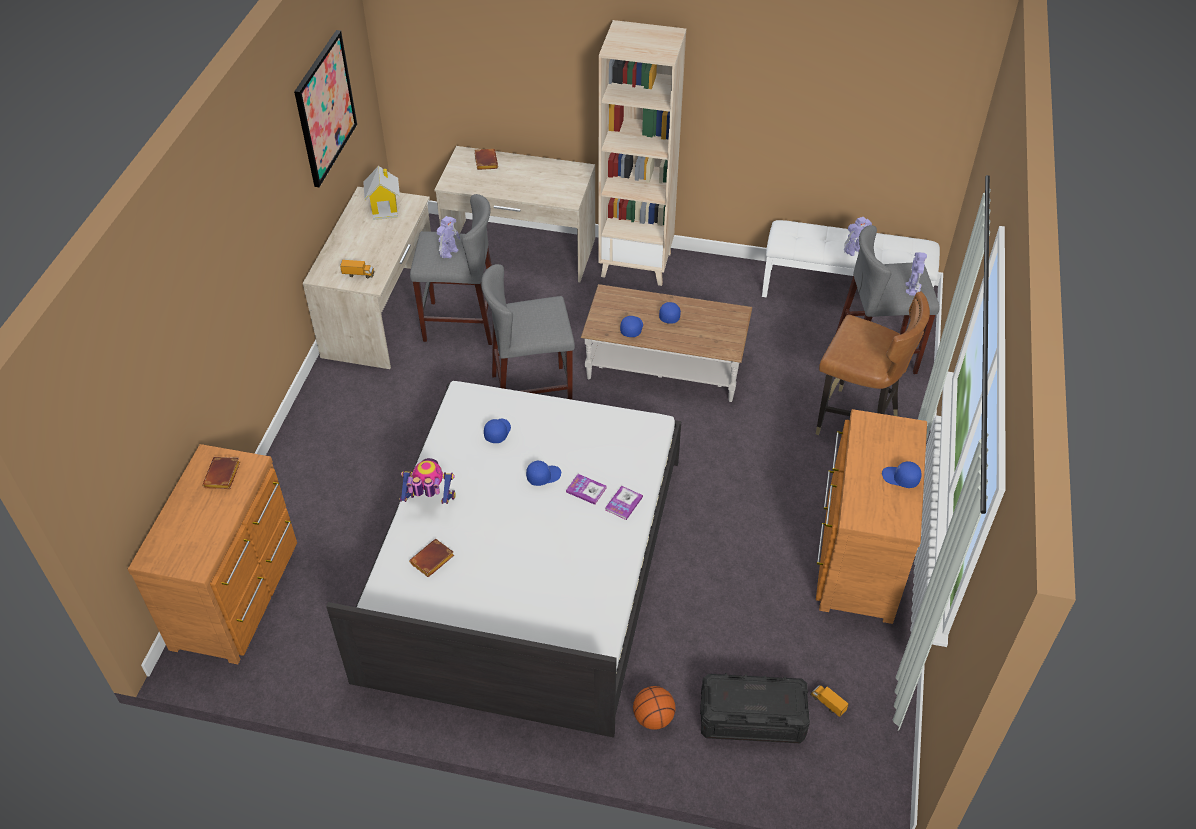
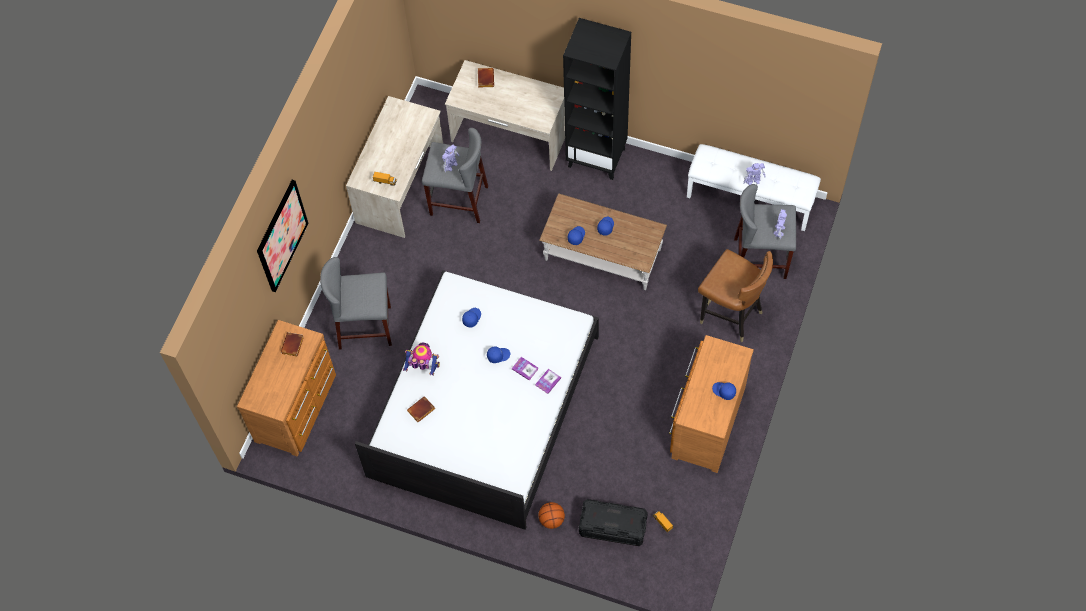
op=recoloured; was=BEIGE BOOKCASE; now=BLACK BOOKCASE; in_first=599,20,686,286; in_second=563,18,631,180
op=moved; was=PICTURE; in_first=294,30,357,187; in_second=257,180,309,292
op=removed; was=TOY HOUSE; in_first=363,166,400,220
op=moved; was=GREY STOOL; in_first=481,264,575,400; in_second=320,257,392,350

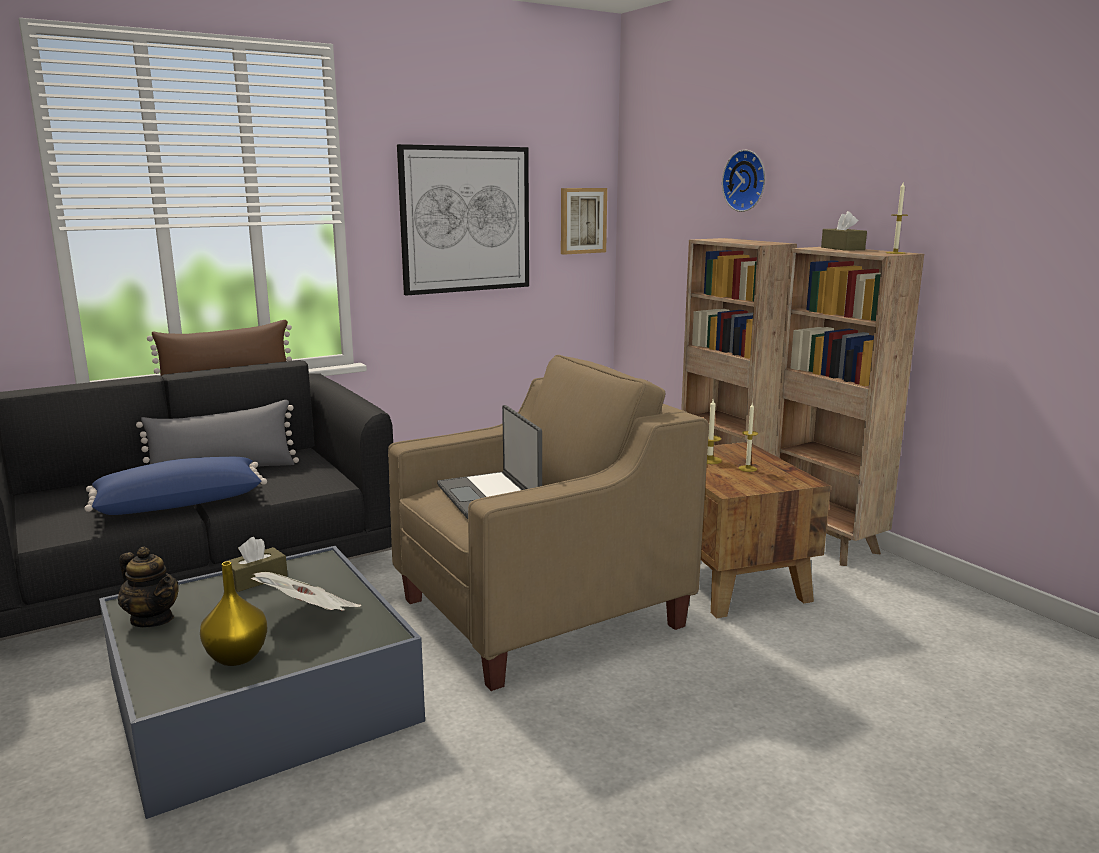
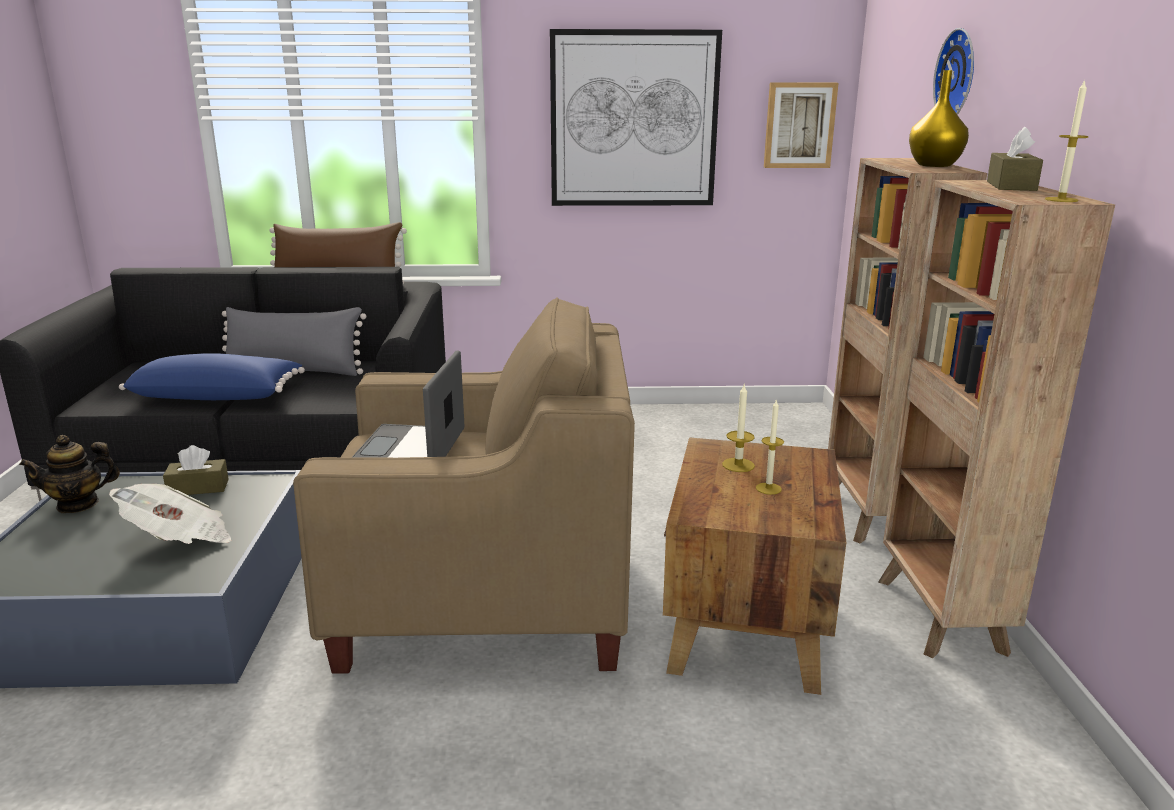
op=turned; was=TEAPOT; in_first=118,547,179,627; in_second=19,435,120,513; clockwise=90
op=moved; was=YELLOW VASE; in_first=200,562,267,666; in_second=909,70,969,167

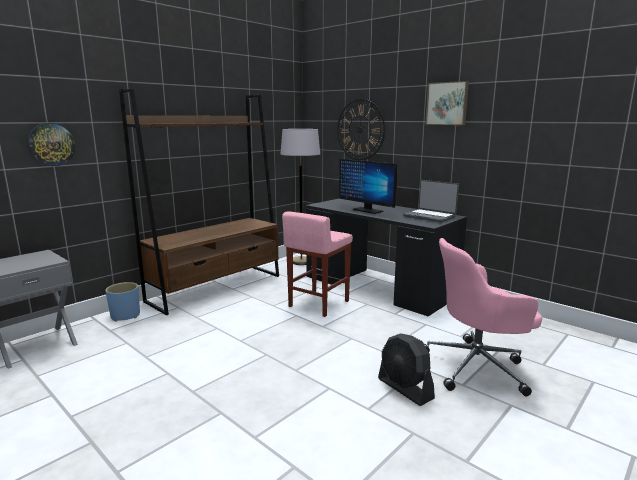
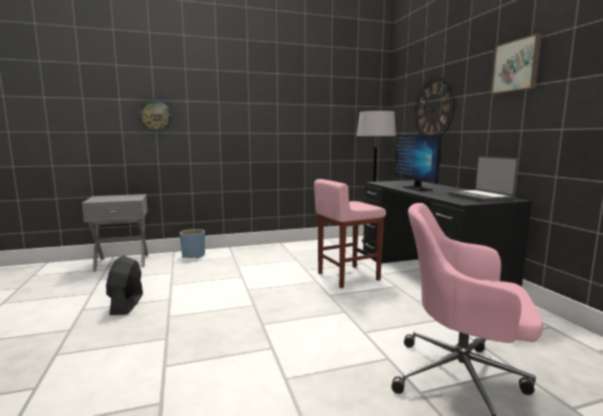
op=removed; was=BROWN BOOKCASE; in_first=119,89,279,315
op=moved; was=BLACK FAN; in_first=378,333,435,406; in_second=106,256,143,315

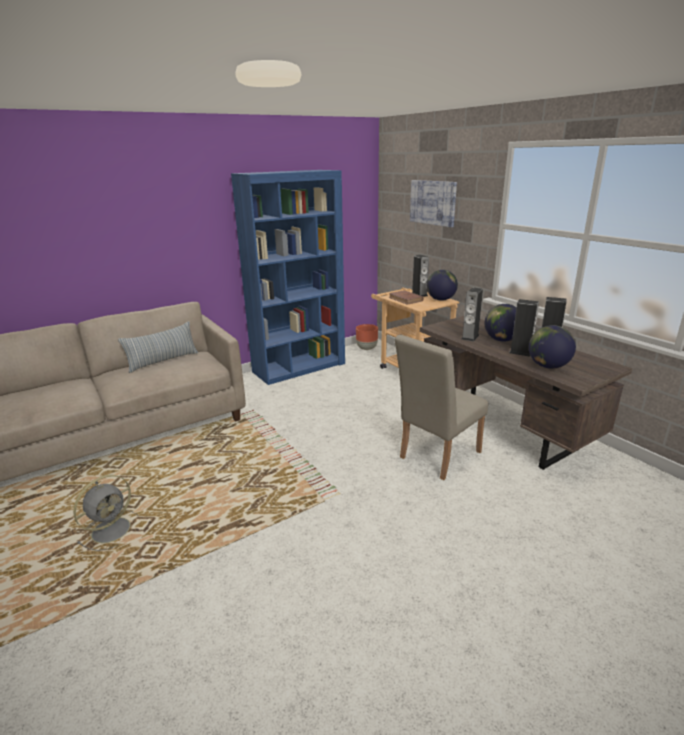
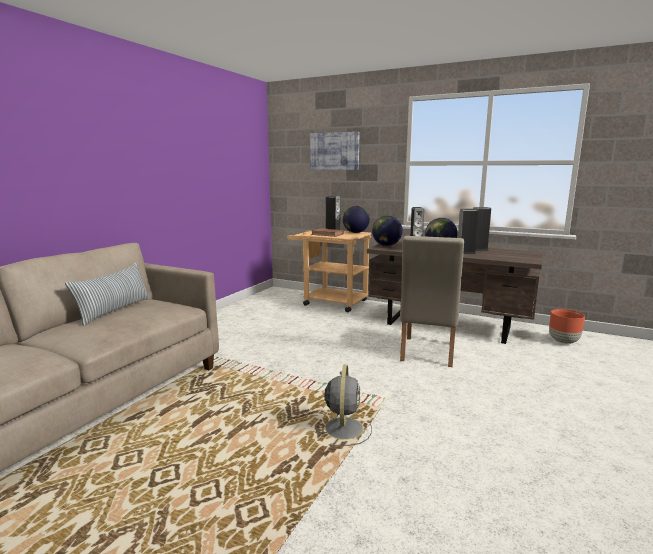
op=removed; was=BLUE BOOKCASE; in_first=231,170,345,385
op=moved; was=BROWN PLANTER; in_first=356,324,378,350; in_second=549,309,585,344
op=moved; was=GLOBE; in_first=529,325,576,369; in_second=372,216,403,246
op=moved; was=GREY FAN; in_first=73,475,138,551; in_second=316,365,372,446

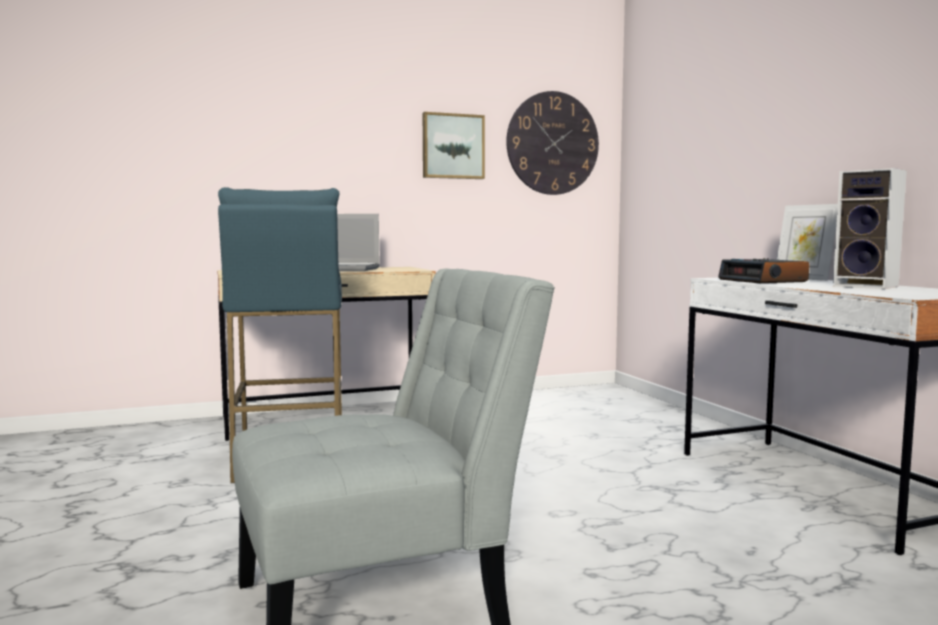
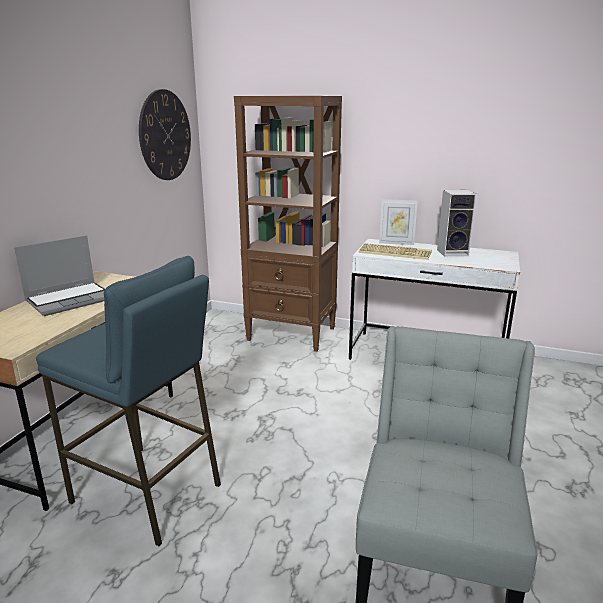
op=removed; was=PICTURE; in_first=423,112,485,179
op=replaced; was=ALARM CLOCK; now=KEYBOARD; in_first=718,258,810,283; in_second=358,243,432,260
op=added; now=BROWN BOOKCASE; in_second=234,96,342,352

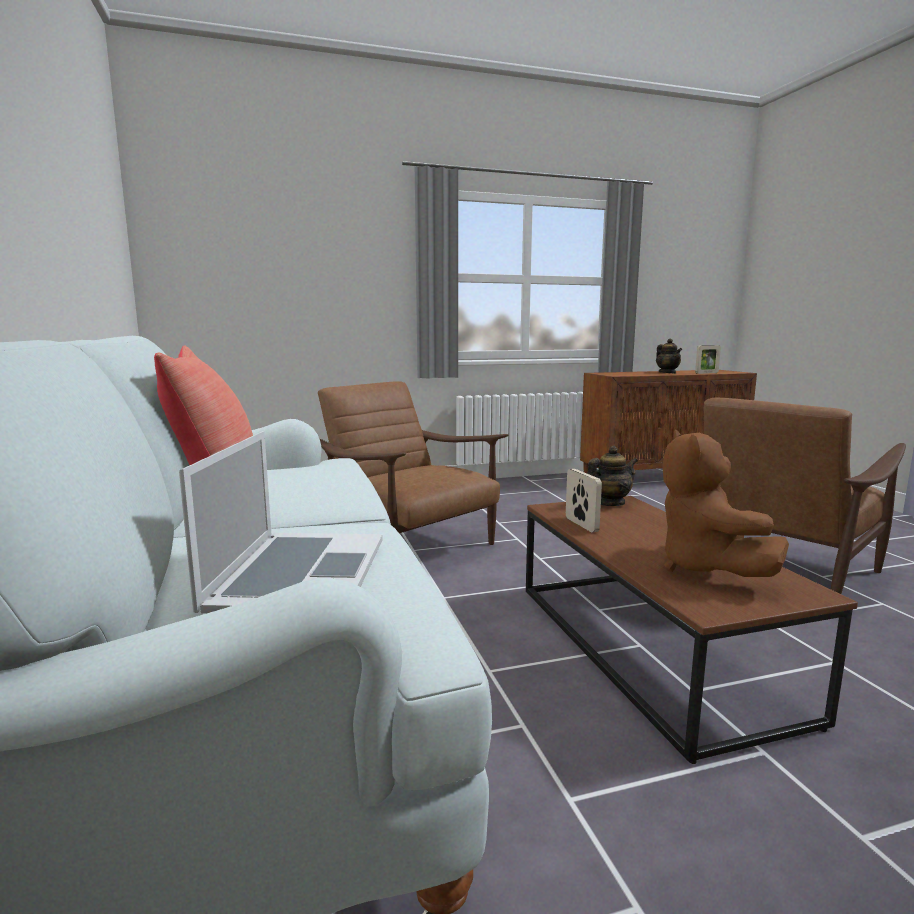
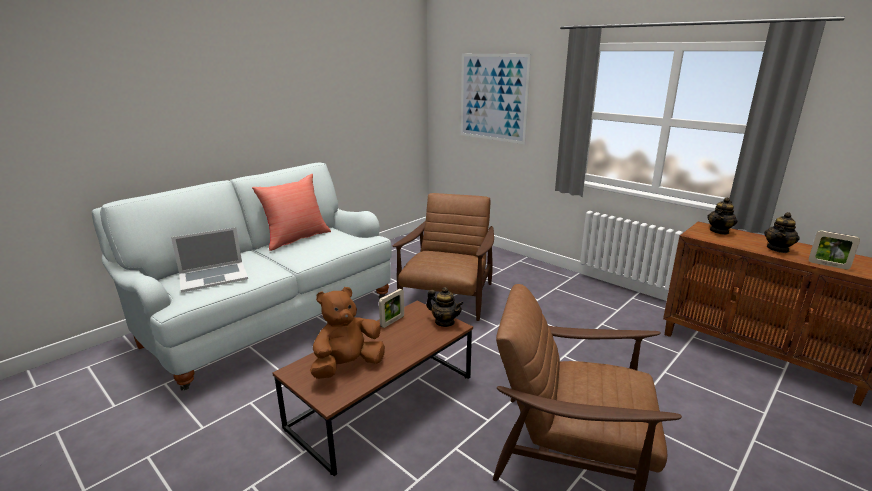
op=added; now=PICTURE; in_second=461,54,531,144
op=added; now=TEAPOT; in_second=707,197,737,235

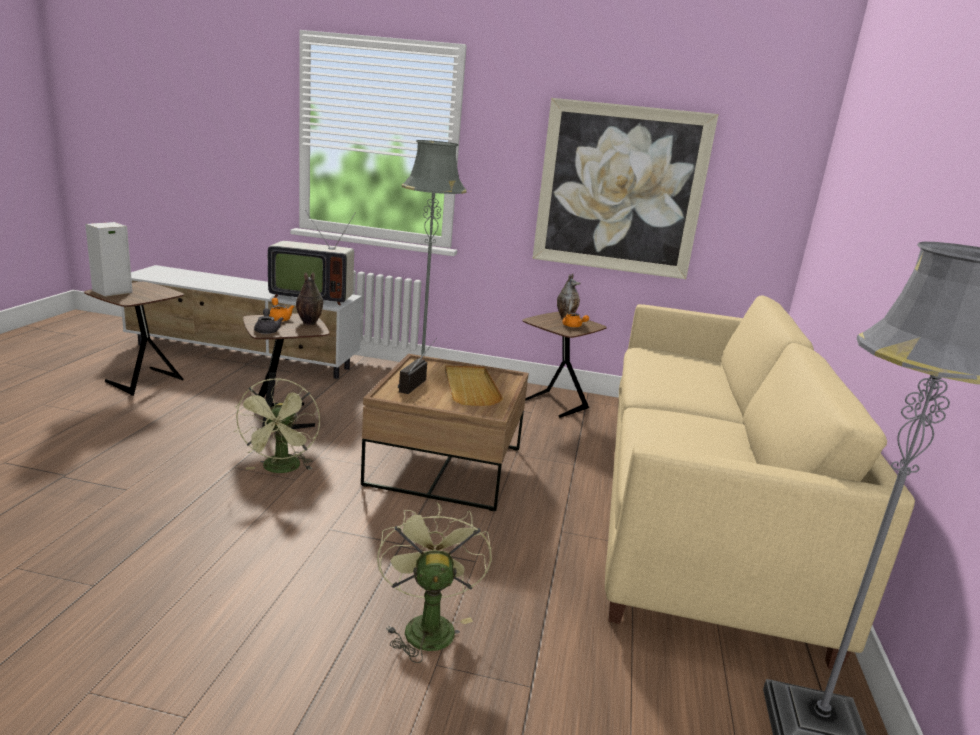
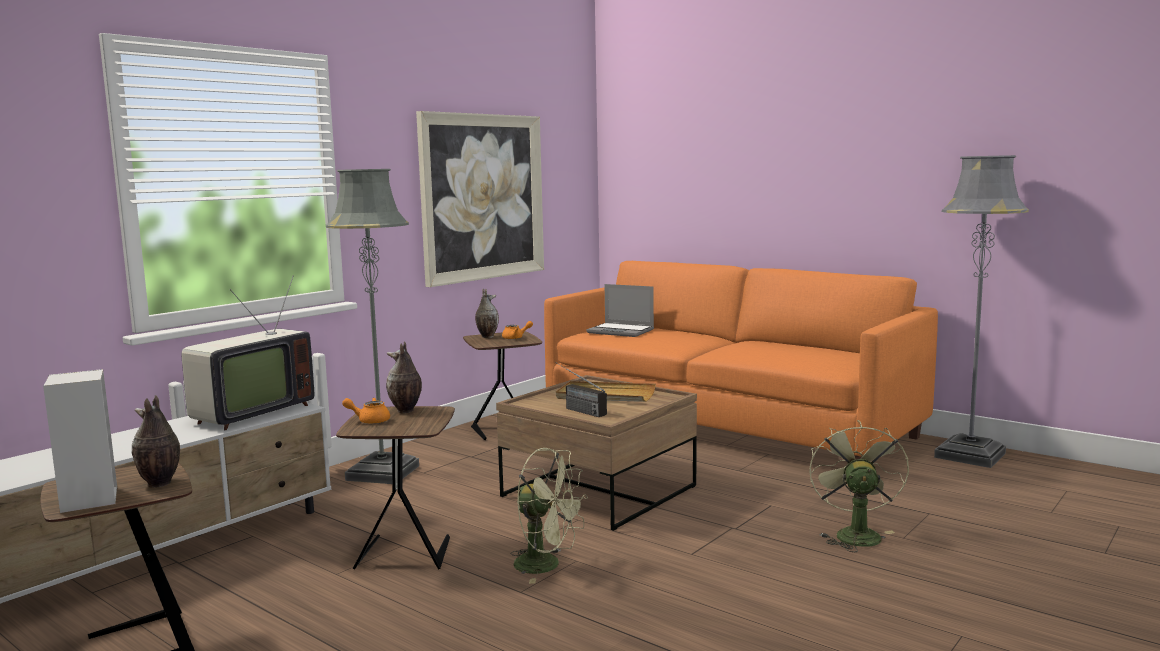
op=recoloured; was=BEIGE SOFA; now=ORANGE SOFA; in_first=605,295,915,671; in_second=544,261,938,460
op=removed; was=GREY TEAPOT; in_first=254,308,284,334
op=turned; was=GREEN FAN; in_first=377,502,492,663; in_second=809,420,909,552; clockwise=75
op=added; now=LAPTOP; in_second=587,284,654,337
op=added; now=VASE; in_second=131,395,180,488

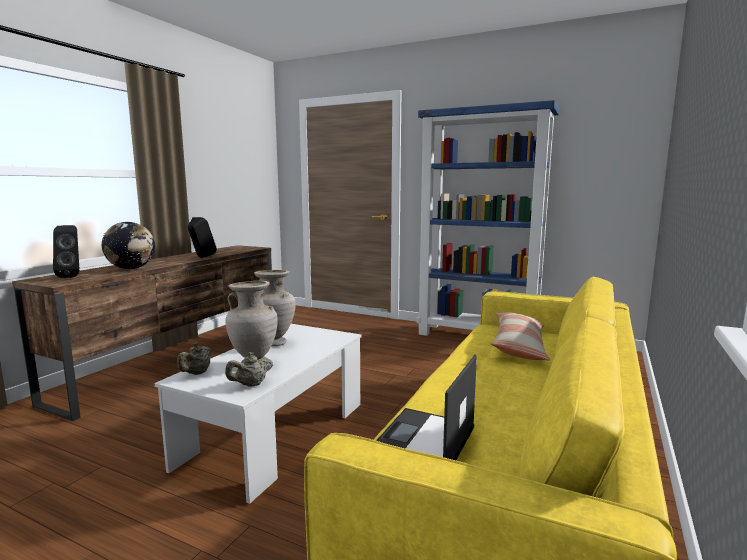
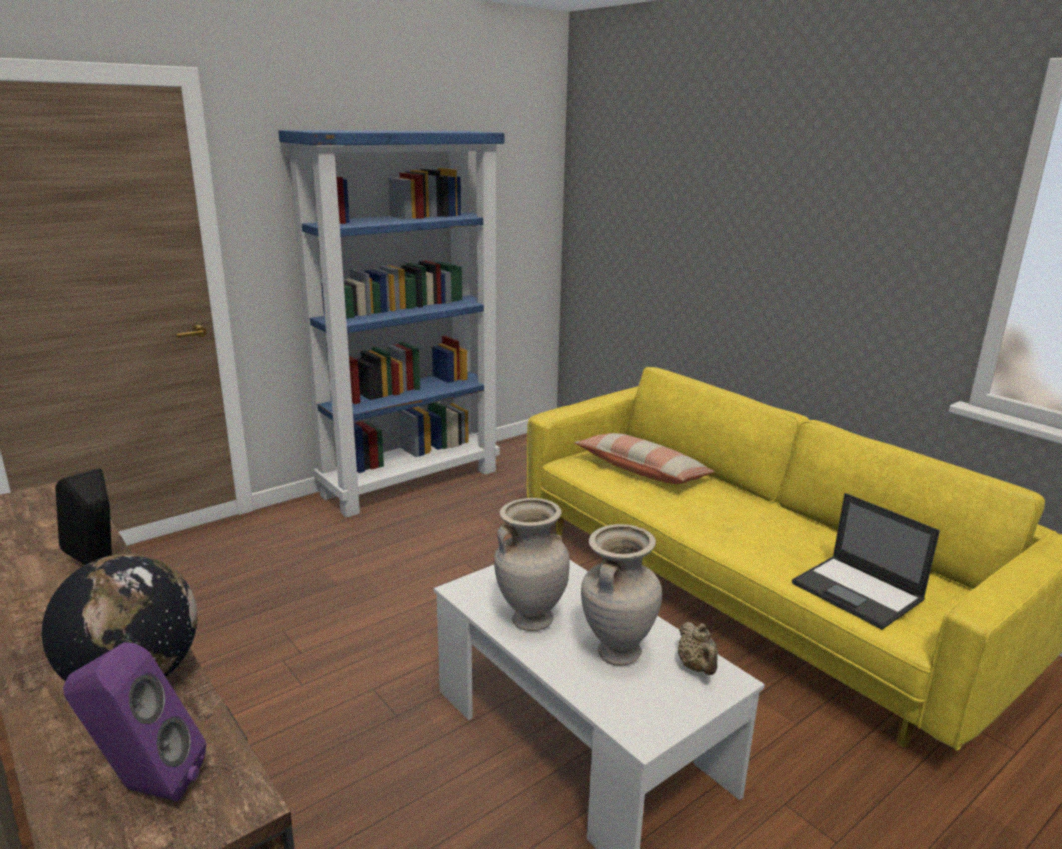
op=recoloured; was=BLACK SPEAKER; now=PURPLE SPEAKER; in_first=53,225,79,278; in_second=63,642,206,802
op=removed; was=BEIGE TEAPOT; in_first=177,342,212,375

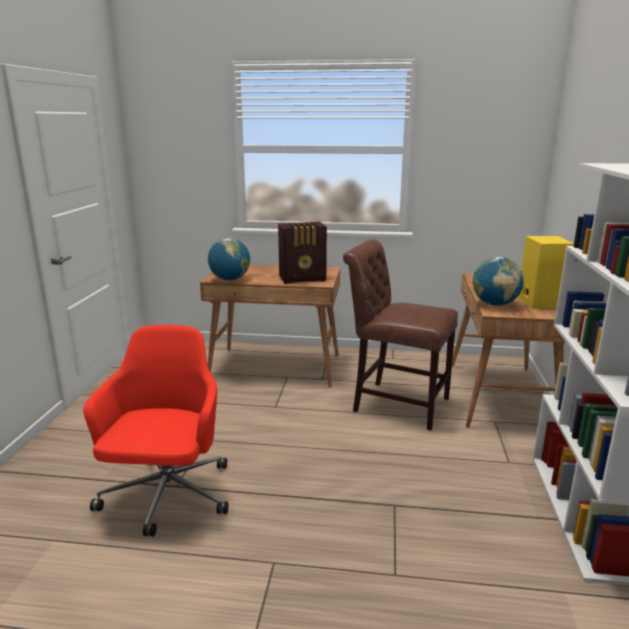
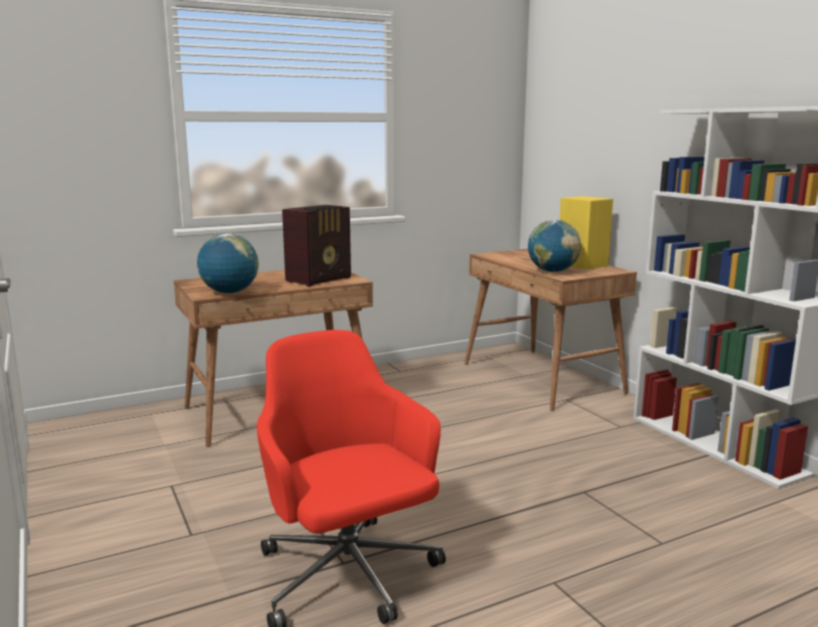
op=removed; was=BROWN CHAIR; in_first=343,239,458,430

